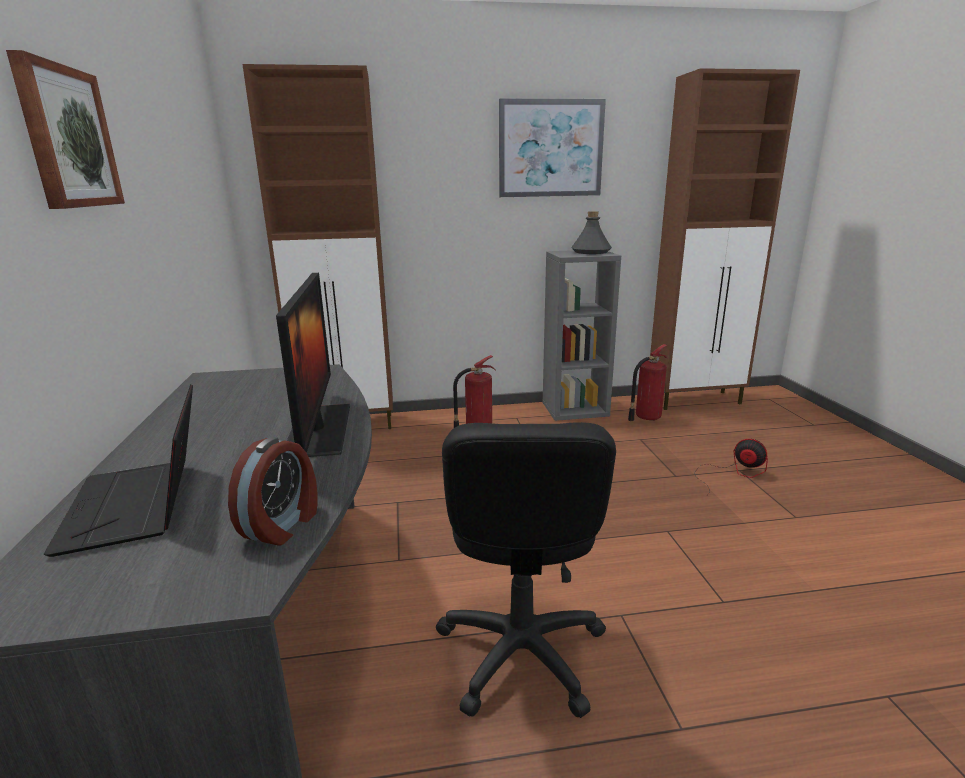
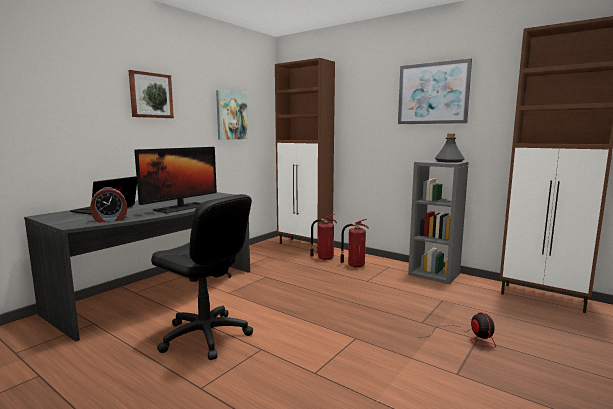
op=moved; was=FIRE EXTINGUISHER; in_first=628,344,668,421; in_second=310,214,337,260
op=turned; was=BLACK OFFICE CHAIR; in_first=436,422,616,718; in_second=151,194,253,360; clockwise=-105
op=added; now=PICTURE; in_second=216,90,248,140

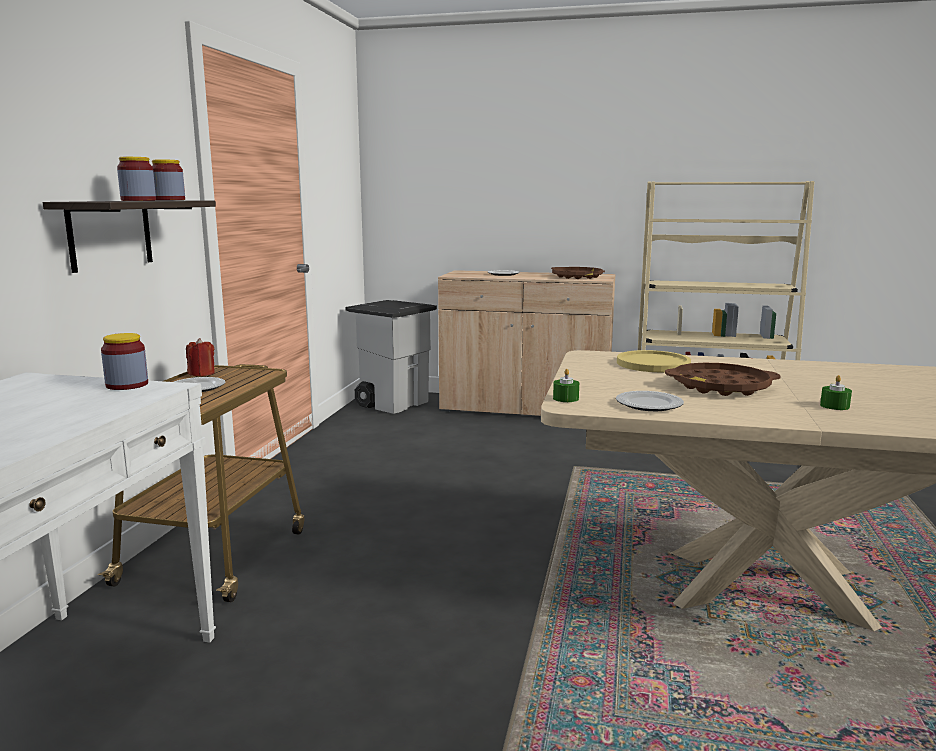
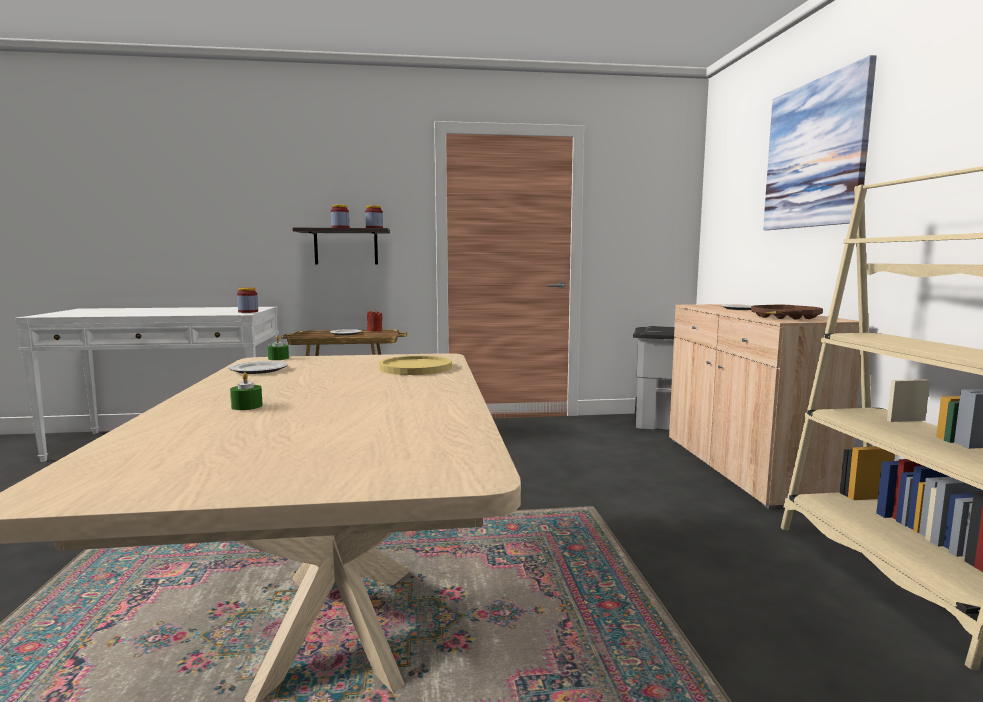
op=removed; was=BROWN TRAY; in_first=665,363,781,396
op=added; now=PICTURE; in_second=763,55,877,230

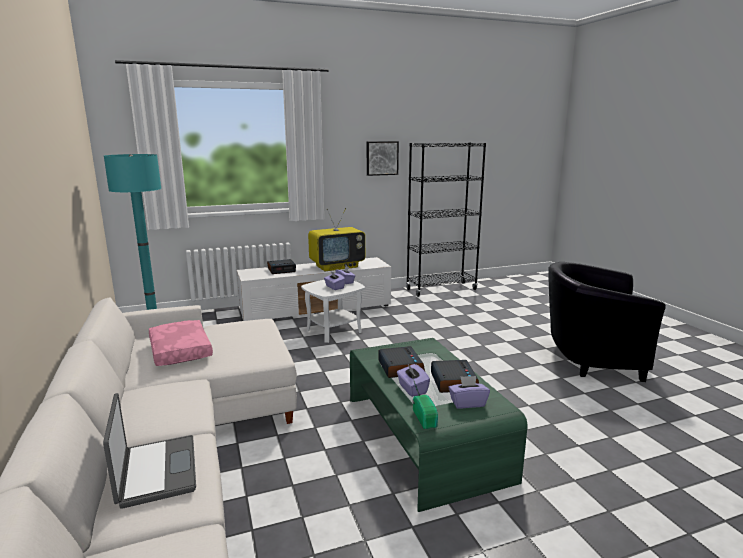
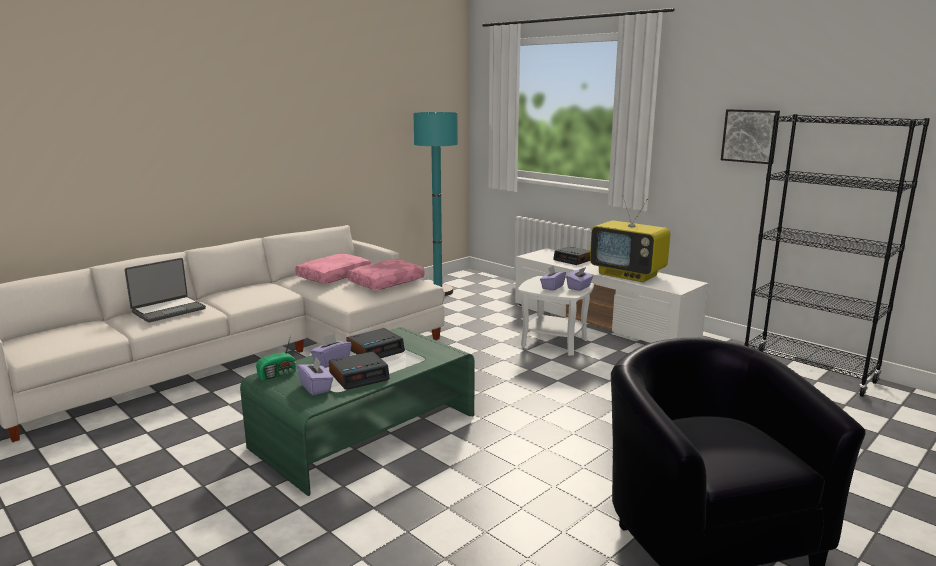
op=added; now=PINK PILLOW; in_second=348,259,425,290

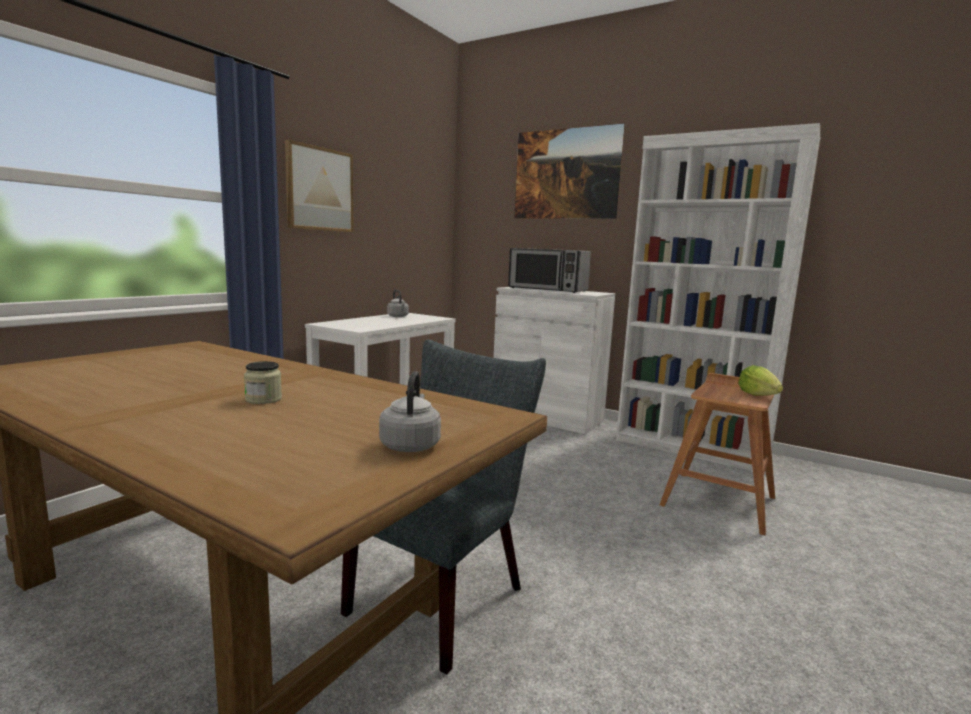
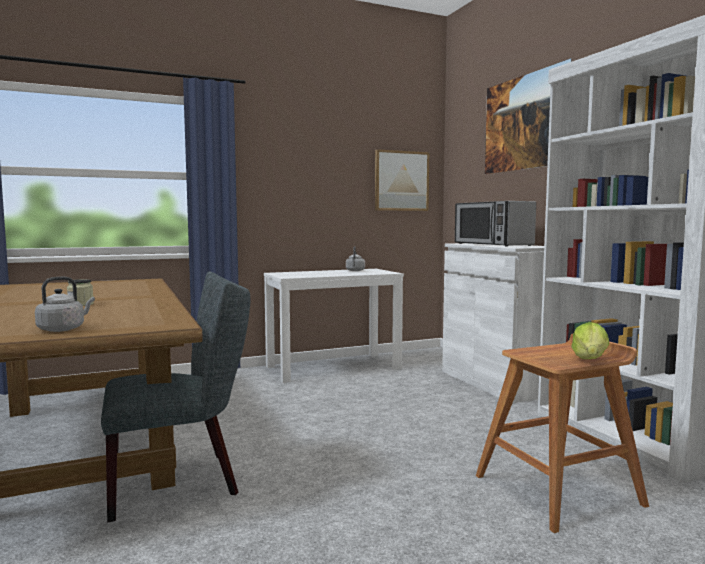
op=moved; was=PICTURE; in_first=285,140,354,232; in_second=375,149,429,211

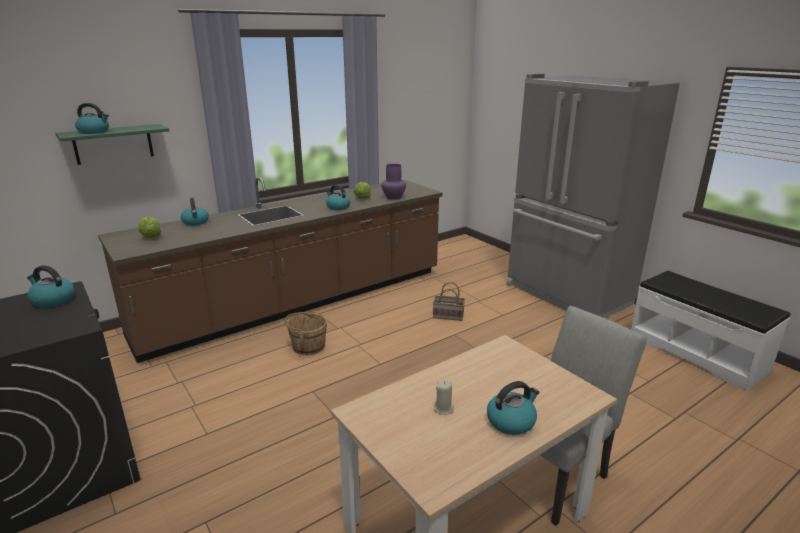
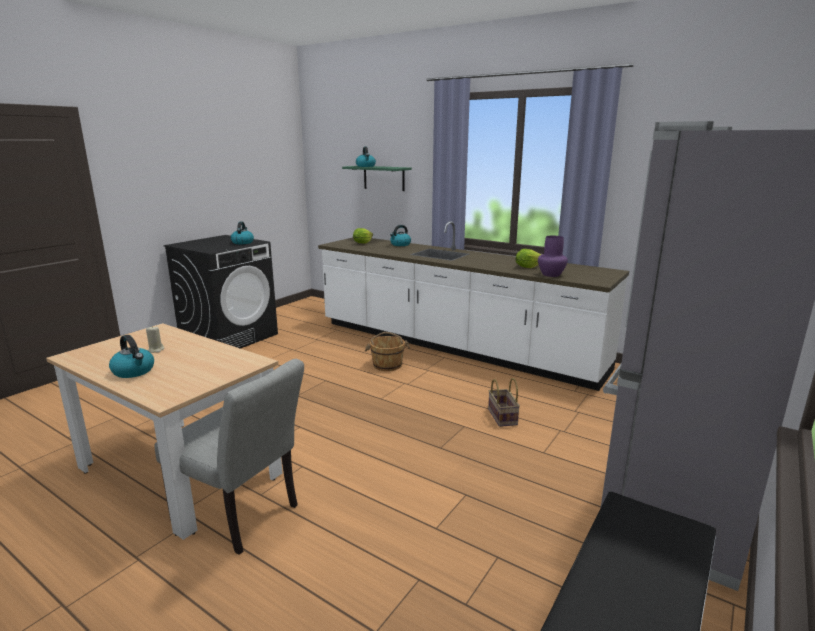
op=recoloured; was=BROWN COUNTER; now=WHITE COUNTER; in_first=98,177,443,363; in_second=318,221,629,391
op=removed; was=KETTLE; in_first=326,185,350,210

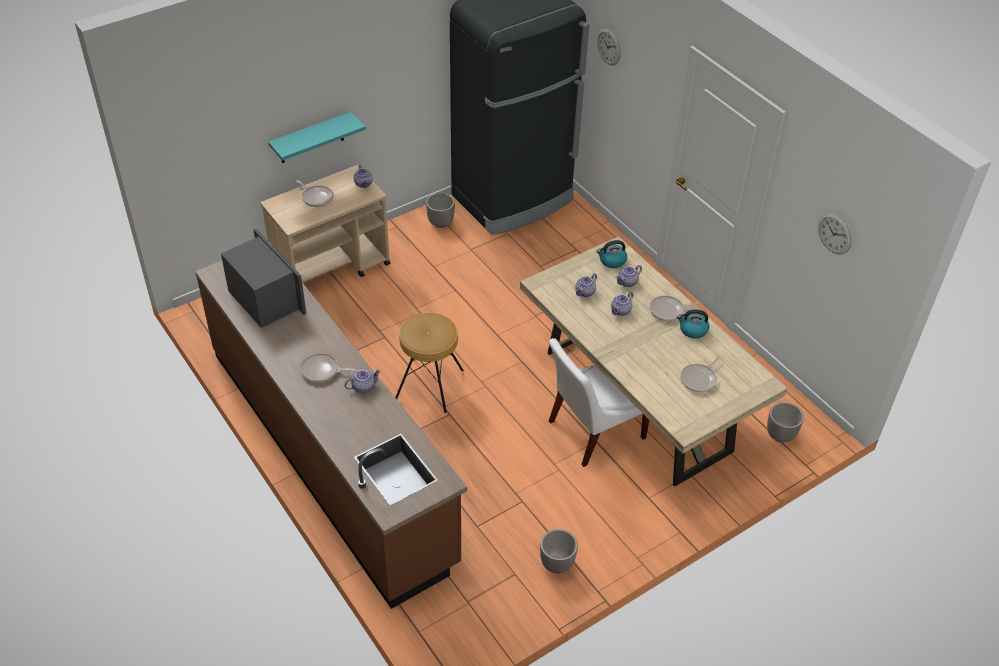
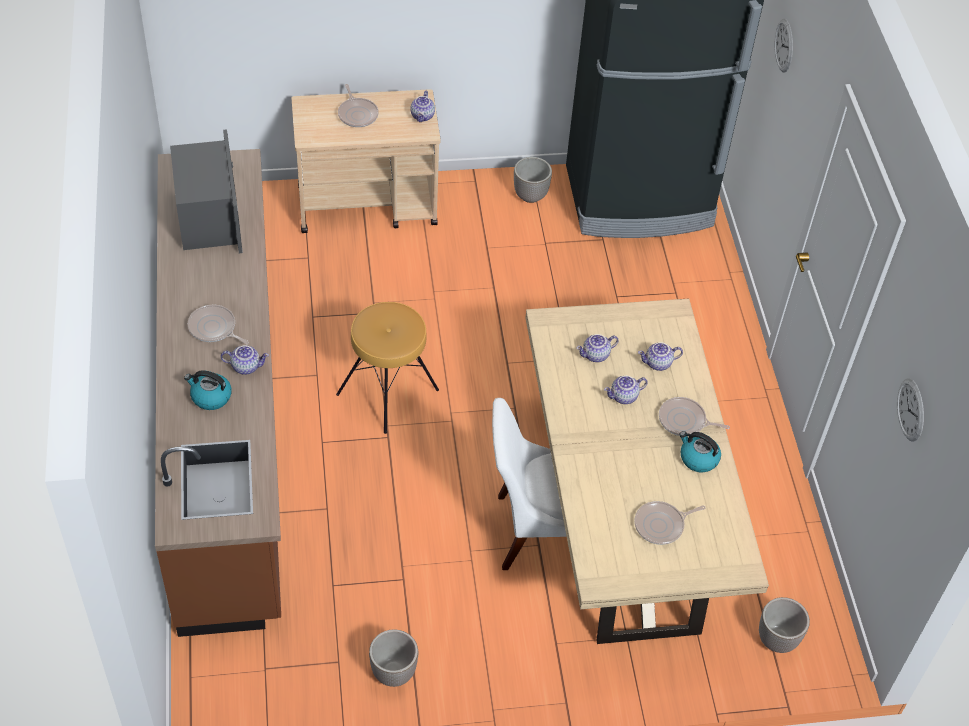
op=removed; was=TURQUOISE SHELF; in_first=268,112,366,163
op=moved; was=KETTLE; in_first=597,240,627,268; in_second=184,370,232,410

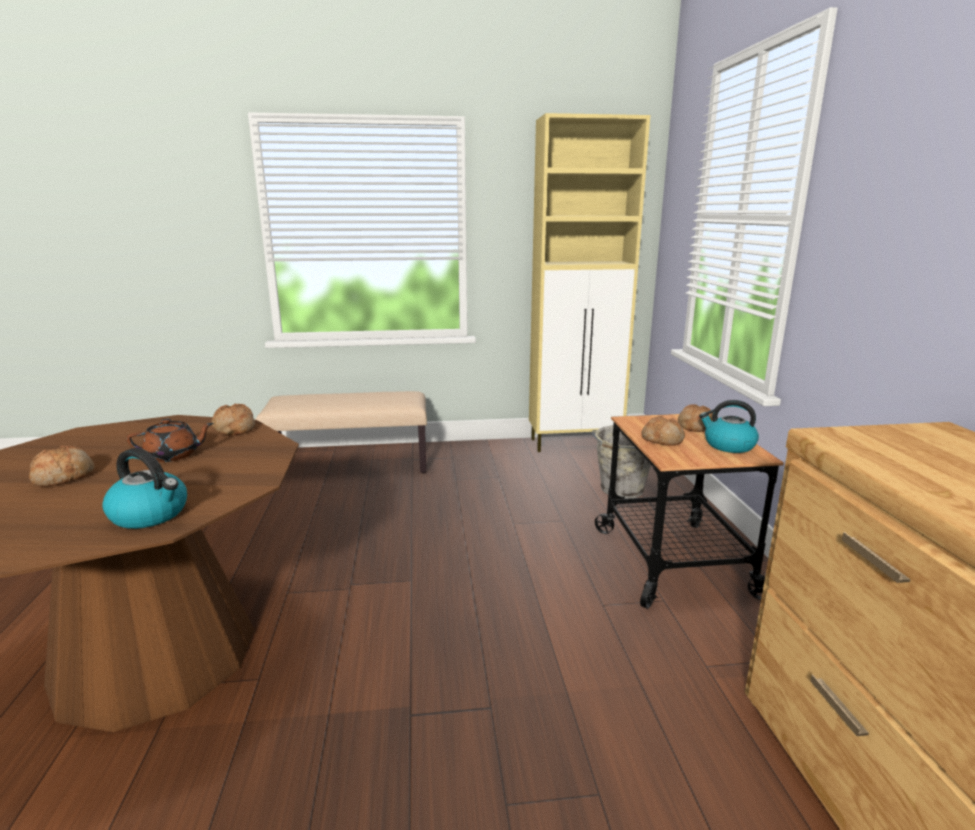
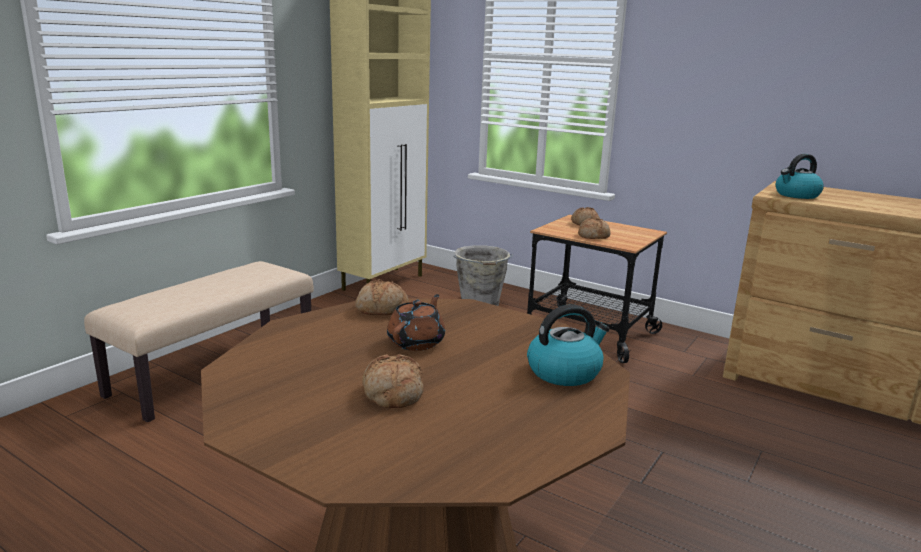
op=moved; was=KETTLE; in_first=699,400,759,453; in_second=776,154,824,199

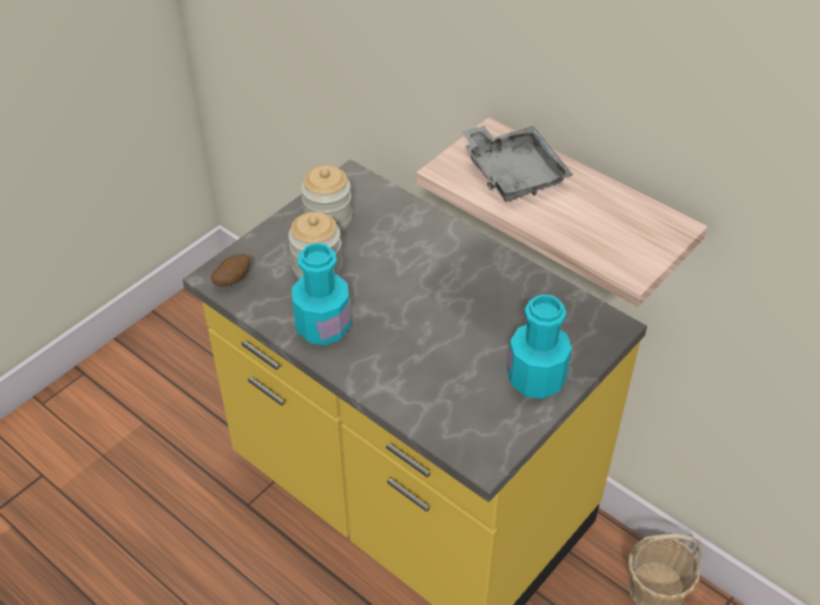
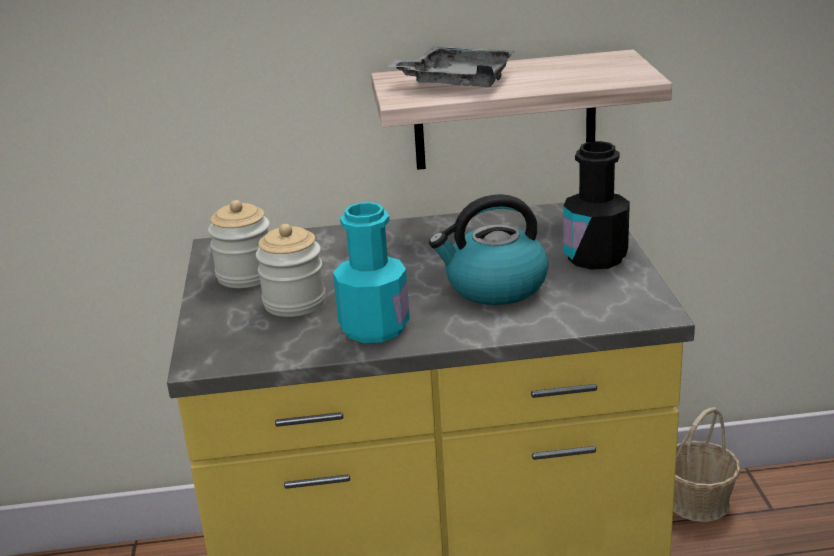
op=removed; was=POTATO; in_first=211,254,250,287
op=recoloured; was=TURQUOISE BOTTLE; now=BLACK BOTTLE; in_first=507,294,572,399; in_second=563,141,630,270
op=added; now=KETTLE; in_second=429,194,549,305

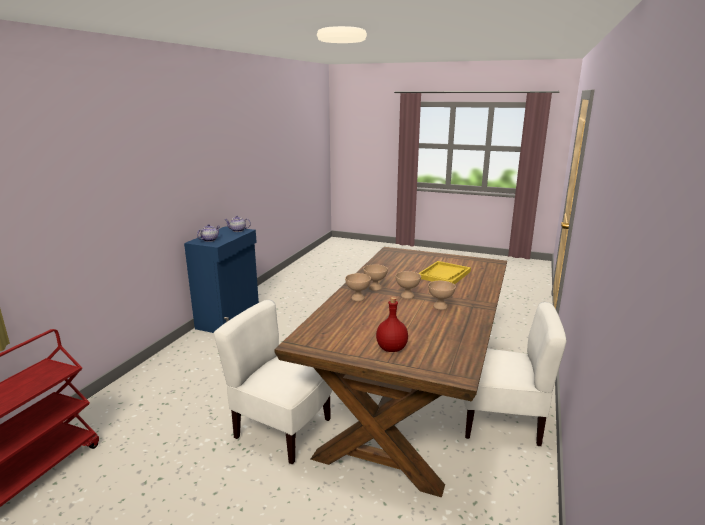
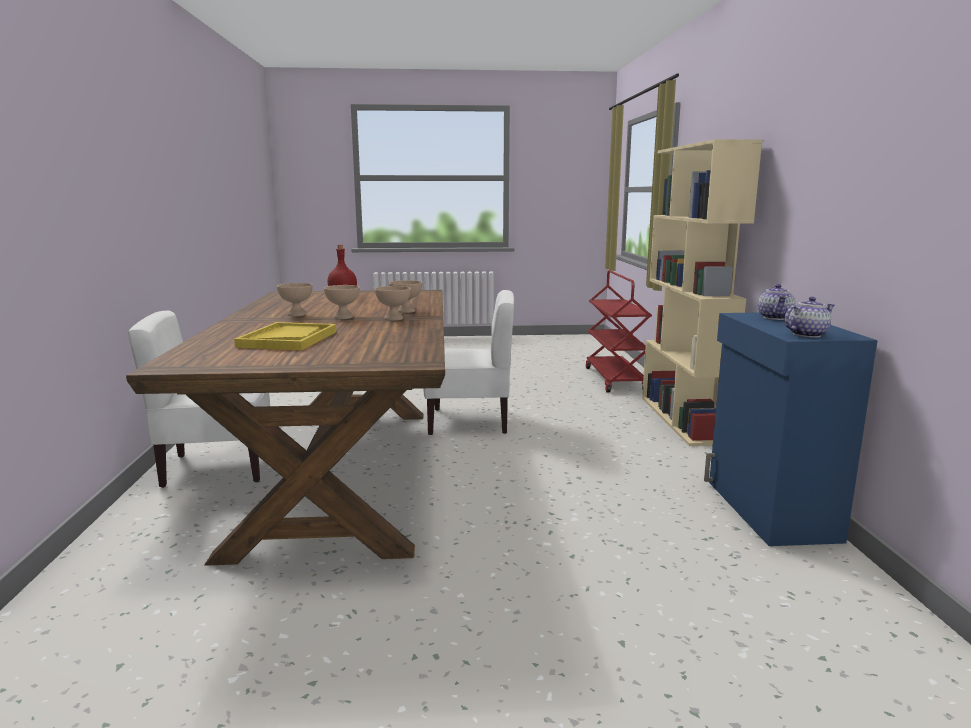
op=added; now=BEIGE BOOKCASE; in_second=642,139,762,446

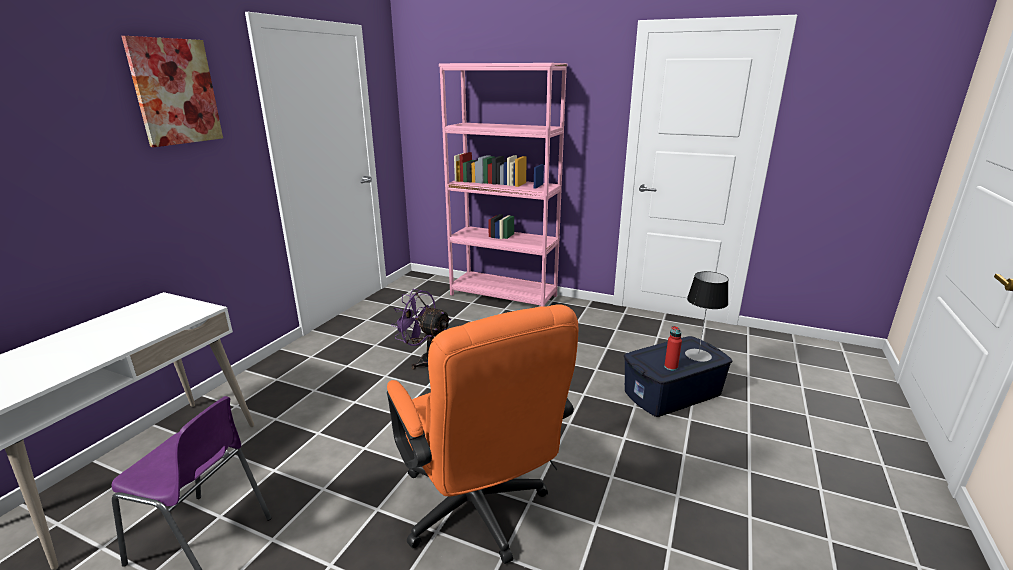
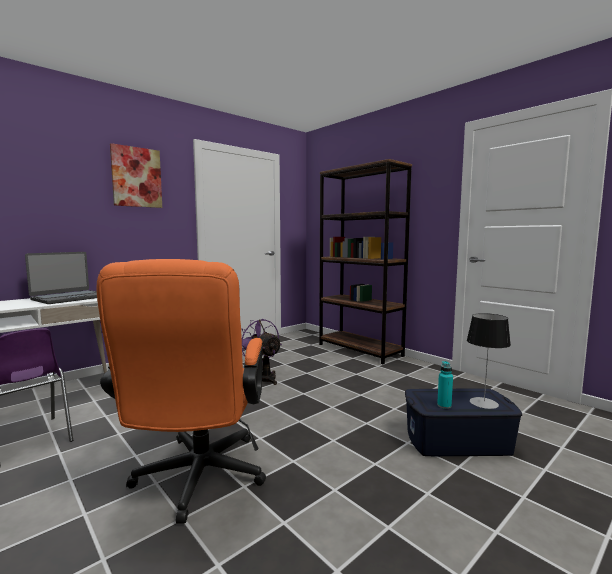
op=recoloured; was=PINK BOOKCASE; now=BROWN BOOKCASE; in_first=439,63,567,307; in_second=319,159,412,364
op=recoloured; was=RED BOTTLE; now=TURQUOISE BOTTLE; in_first=664,326,682,371; in_second=437,361,453,409
op=added; now=LAPTOP; in_second=25,252,97,304

